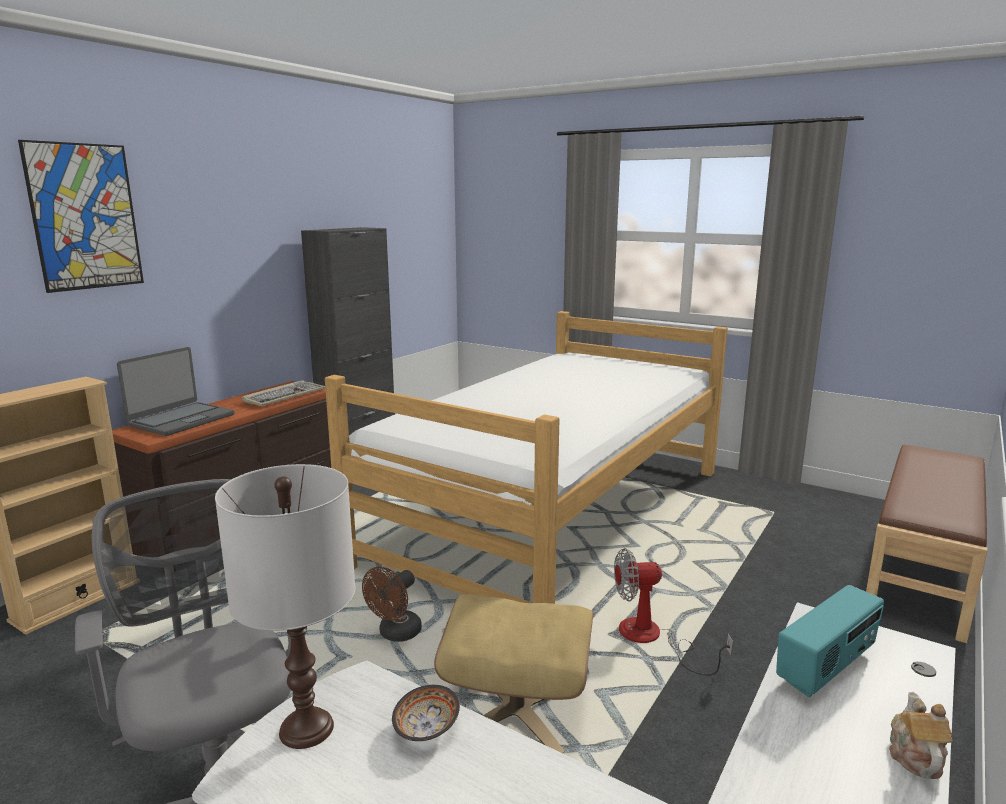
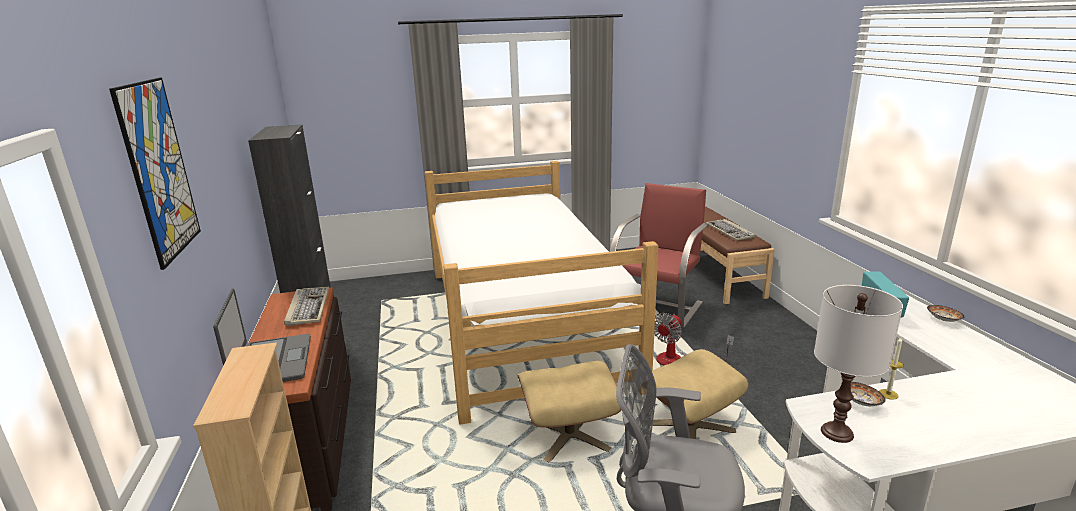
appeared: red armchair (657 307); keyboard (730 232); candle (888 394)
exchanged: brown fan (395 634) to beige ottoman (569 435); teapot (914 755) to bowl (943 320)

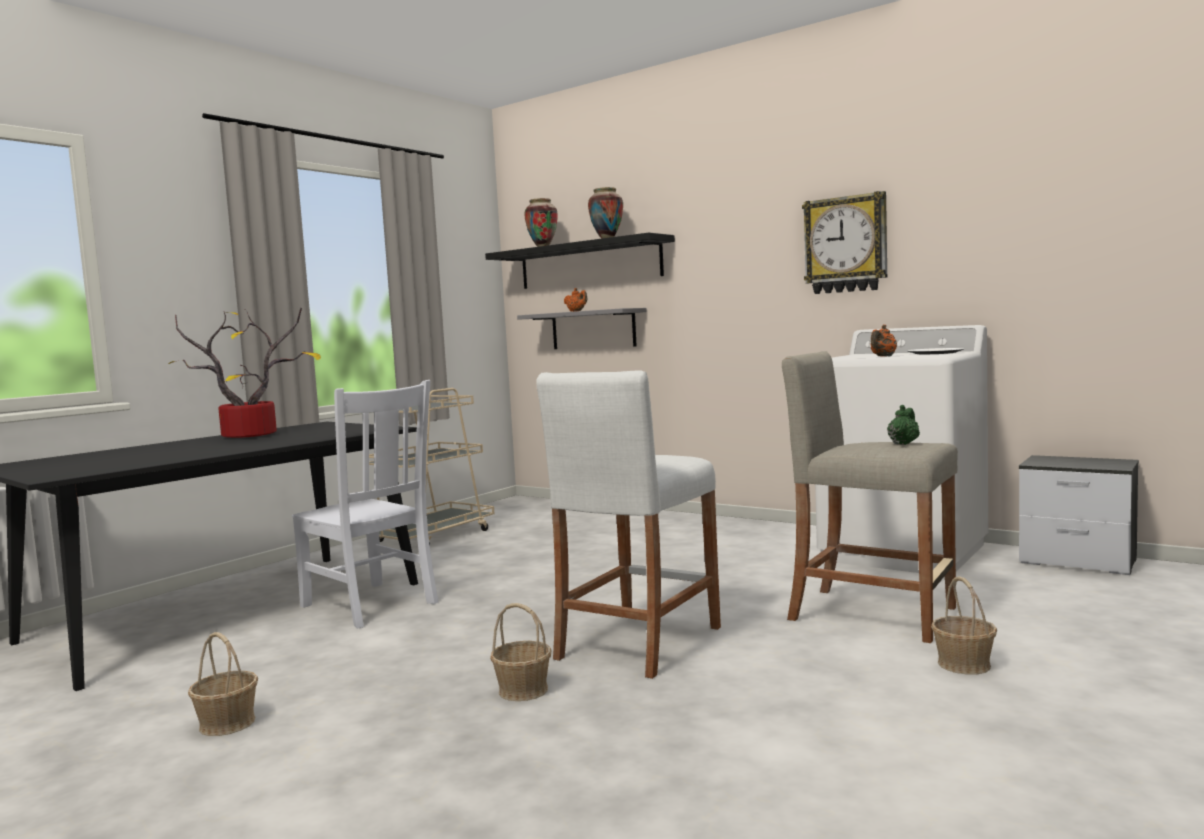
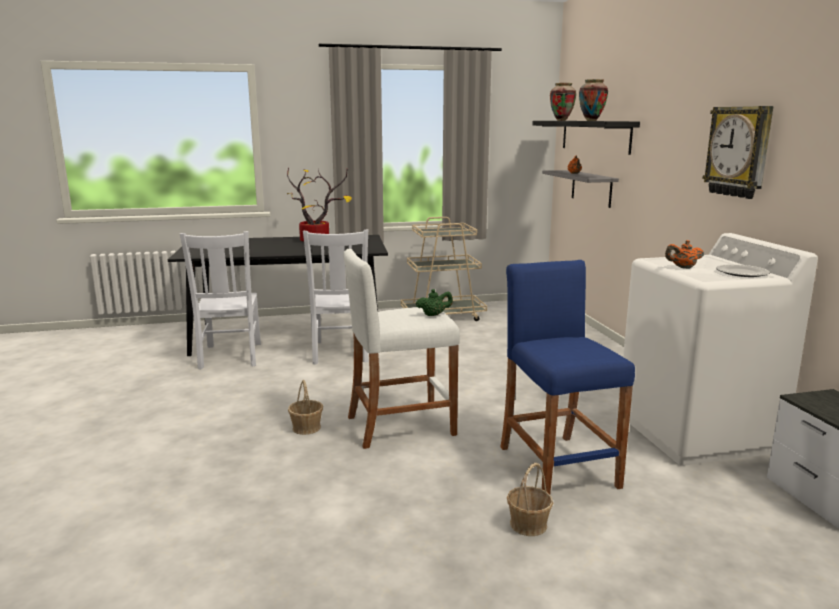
missing: basket (227 723)
appeared: white chair (230 357)
relocated: green teapot (903 443) to (434 315)
colour: beige stool (872 614) to blue stool (557 467)

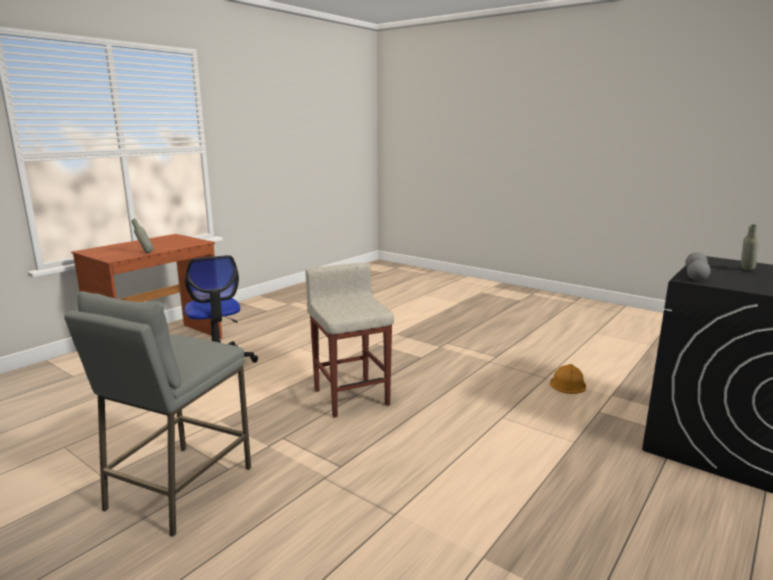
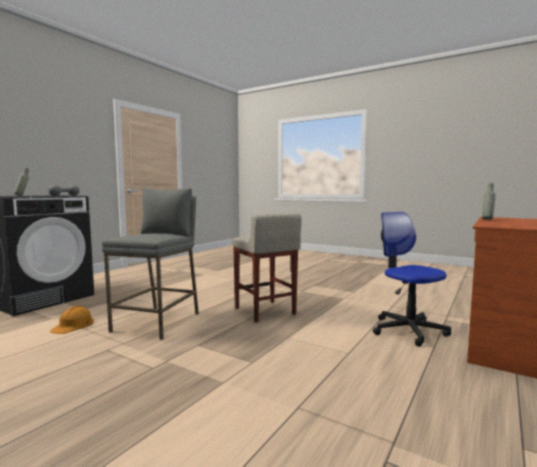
relocated: grey stool (179 488) to (157 322)

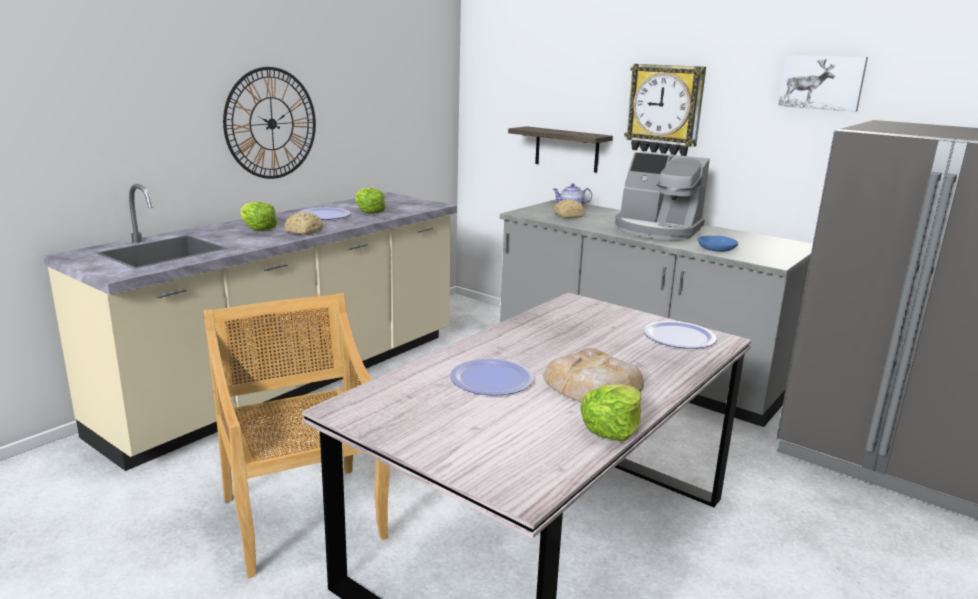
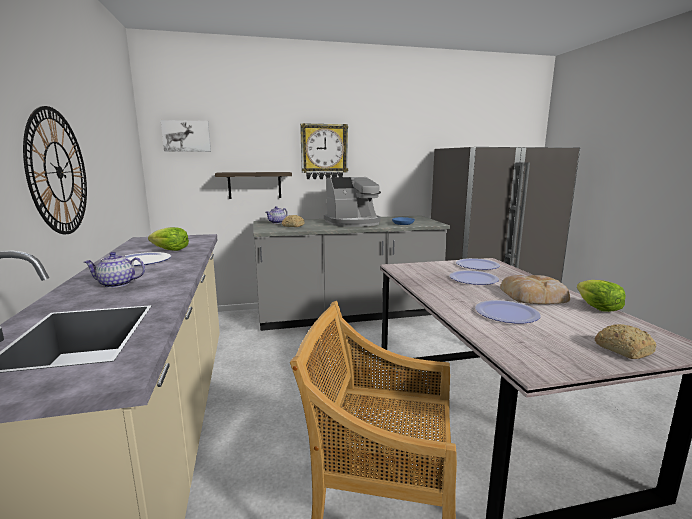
appeared: plate (473 279)
relocated: picture (822 82) to (186 136); bread (305 231) to (622 349)
exchanged: lettuce (257 228) to teapot (116 284)

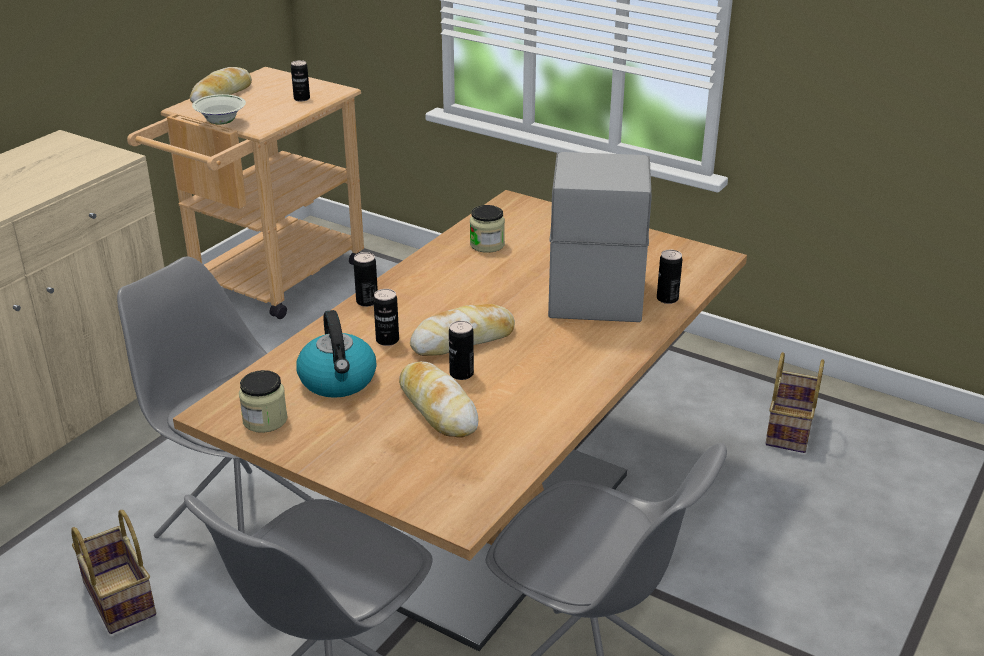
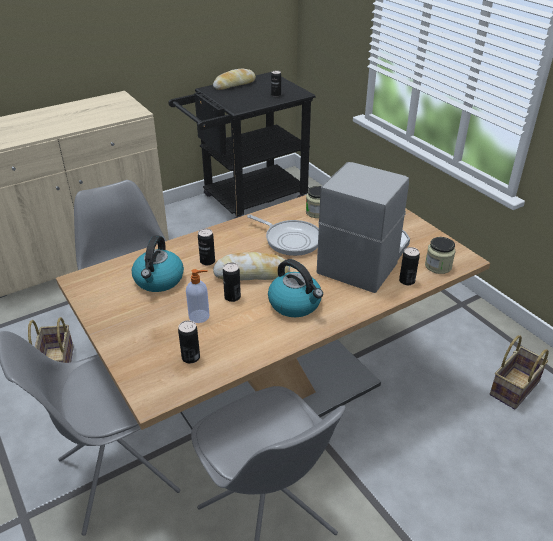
missing: white bowl (221 123)
appeared: frying pan (290 240); kettle (295 304)
relocated: can (367 301) to (191 357); jar (265 420) to (438 266)
exchanged: bread (437 408) to soap dispenser (200 316)
colour: beige cart (269 282) to black cart (247 201)

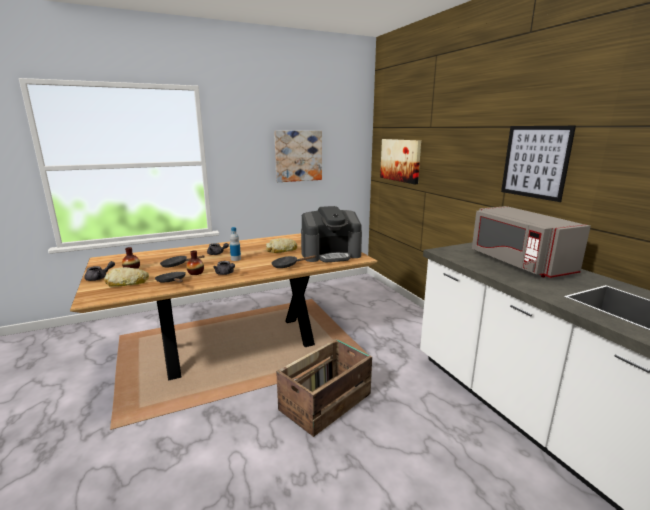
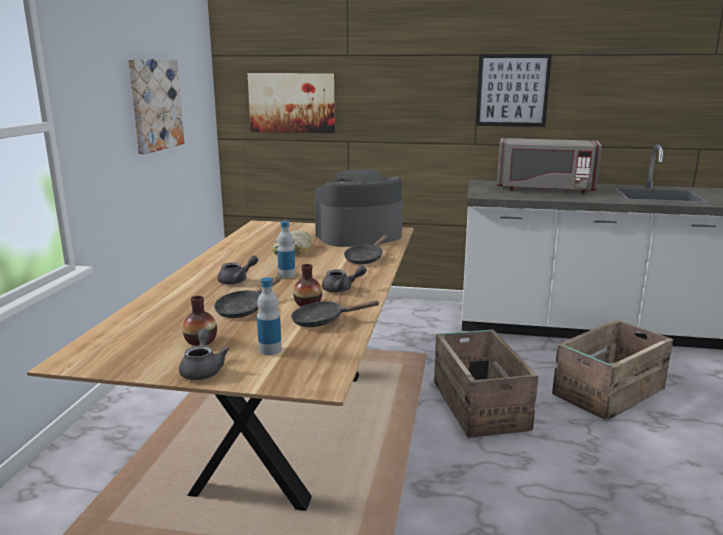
appeared: crate (607 392)
exchanged: bread (127 282) to bottle (270 350)
spun: coffee machine (331 254) = (358 236) 135 degrees counterclockwise

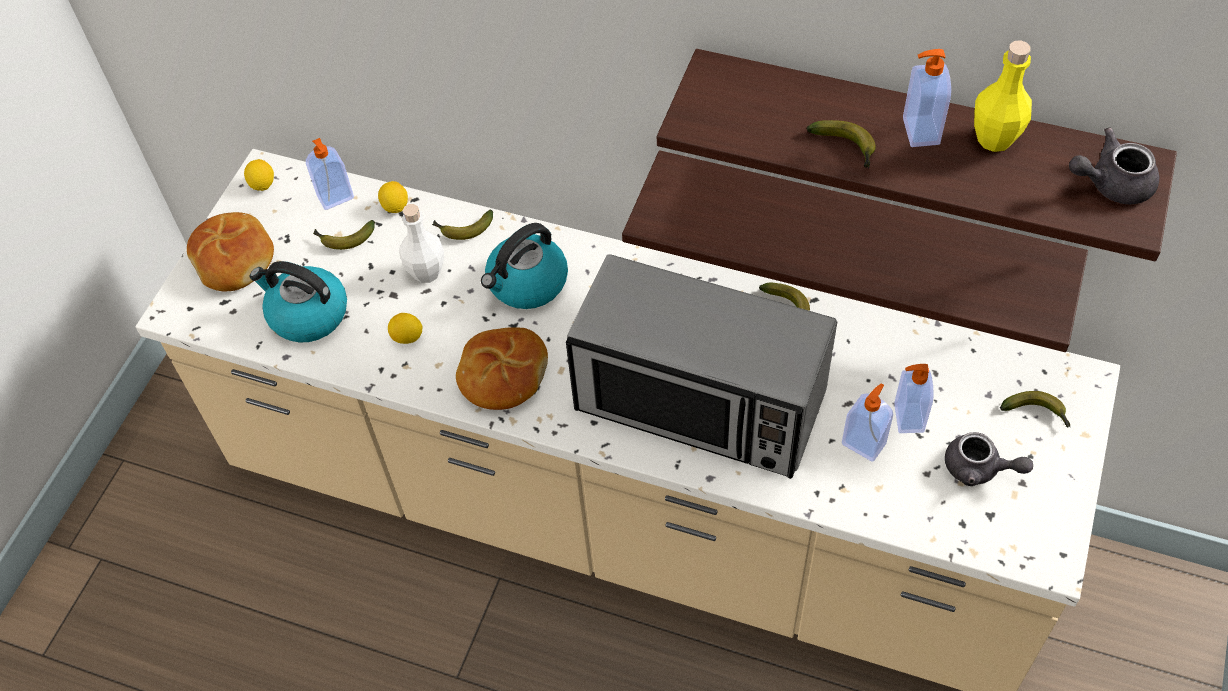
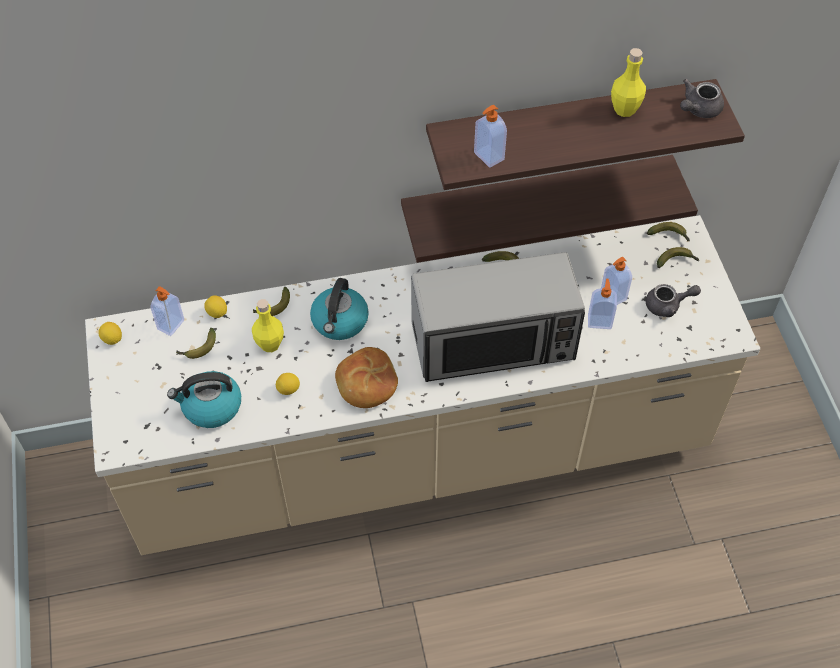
missing: bread (235 259)
relocated: soap dispenser (919 131) to (488 157); banana (846 148) to (669 235)
colour: white bottle (426 272) to yellow bottle (270 344)

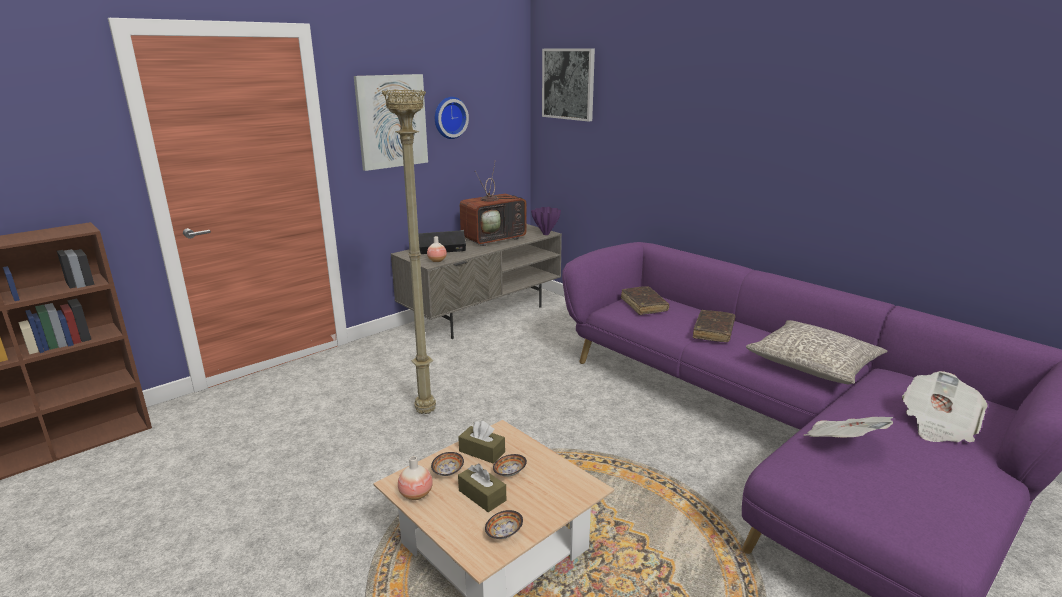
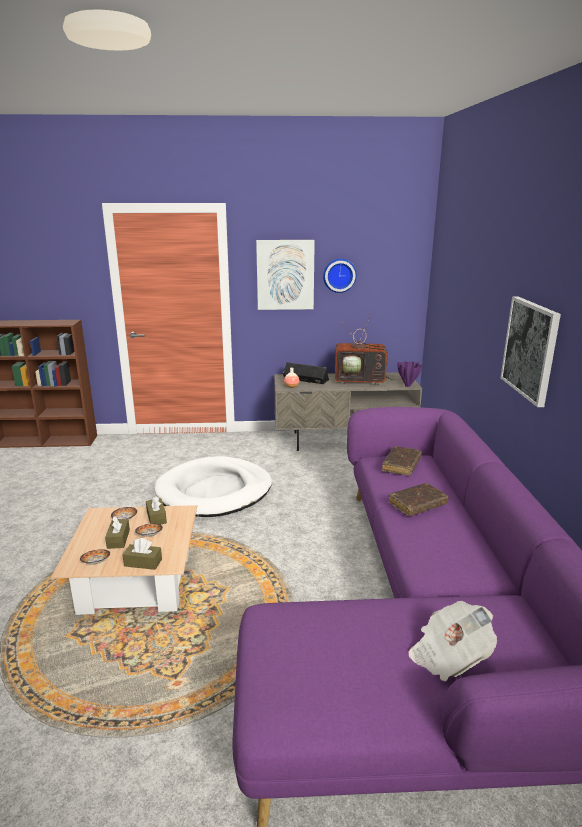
missing: vase (416 494); grey pillow (813 364); newspaper (842 443)
appeared: brown tissue box (143 562)
relocated: picture (568 84) to (530 349)
exchanged: beige floor lamp (427 412) to white dog bed (214 491)

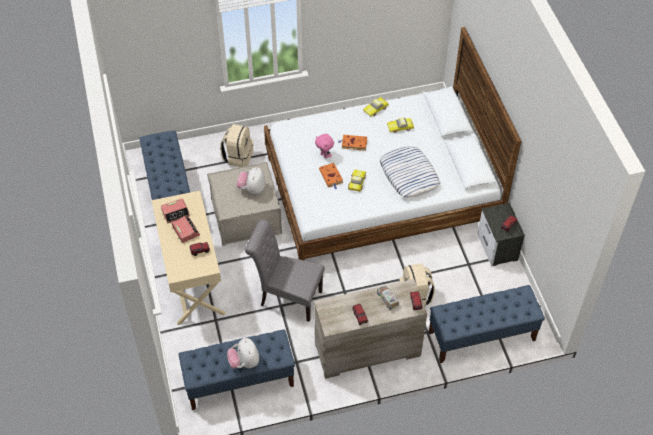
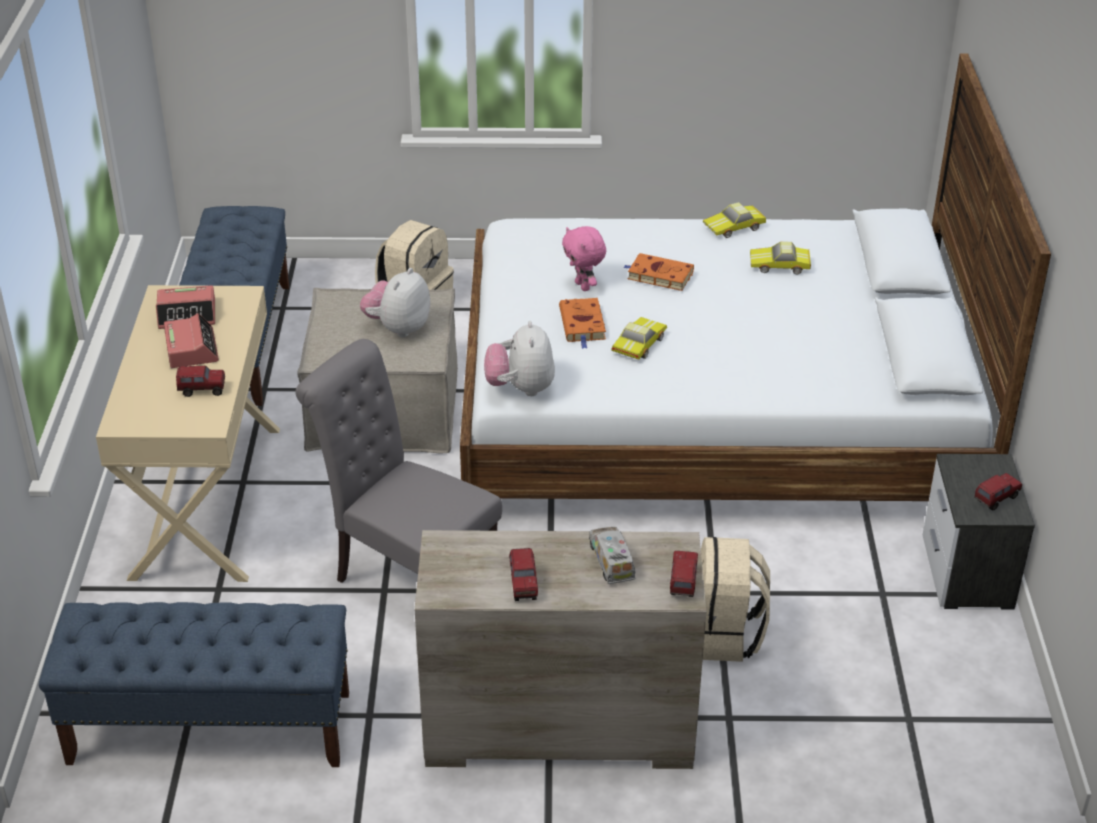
missing: pillow (408 175); blue bench (481 336)
relocated: plush toy (244 362) to (520 388)

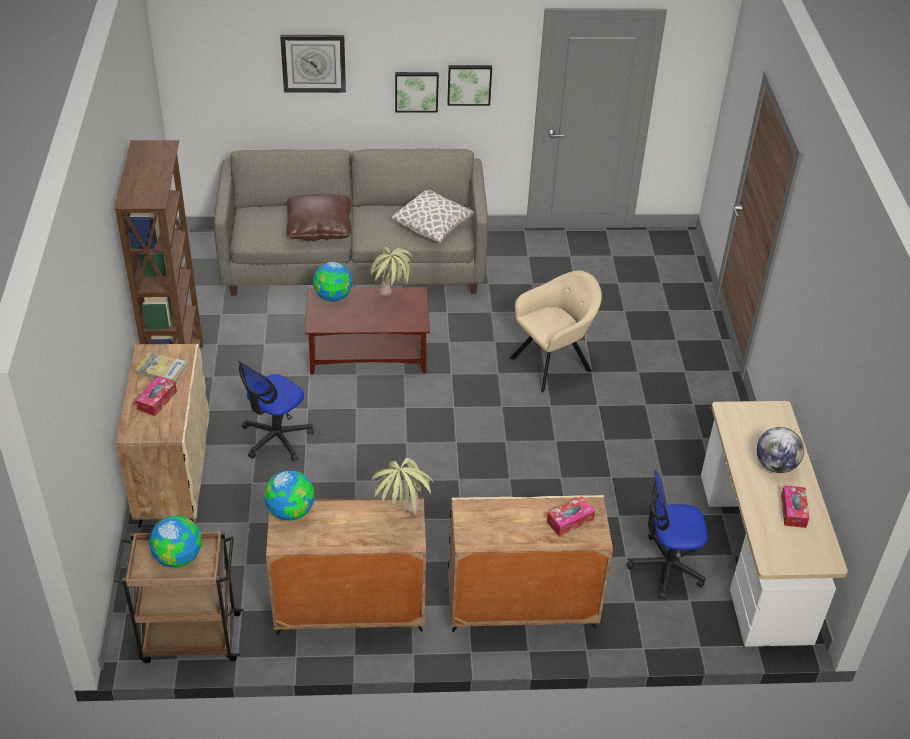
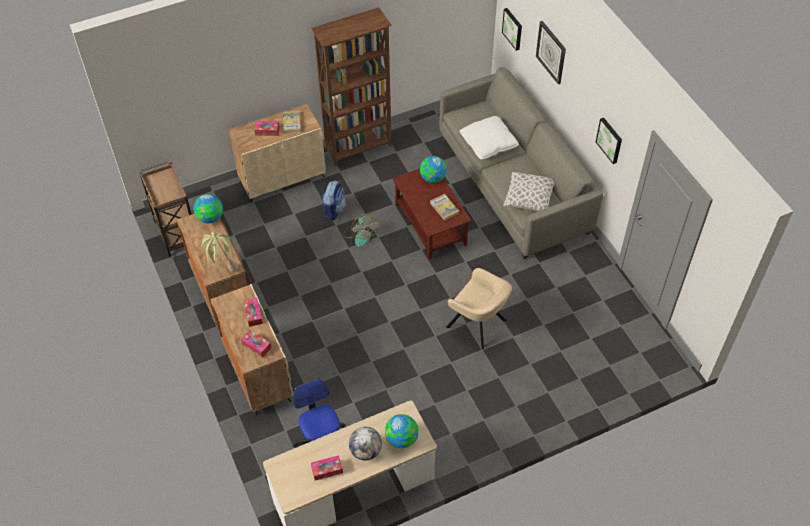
appeared: tissue box (253 314); fan (361 234)
relocated: globe (178 557) to (402 438); picture (416 91) to (513 28)
exchanged: office chair (276 438) to backpack (333 210); potted plant (391 302) to book (444 208)
colour: brown pillow (319 228) to white pillow (488 144)

